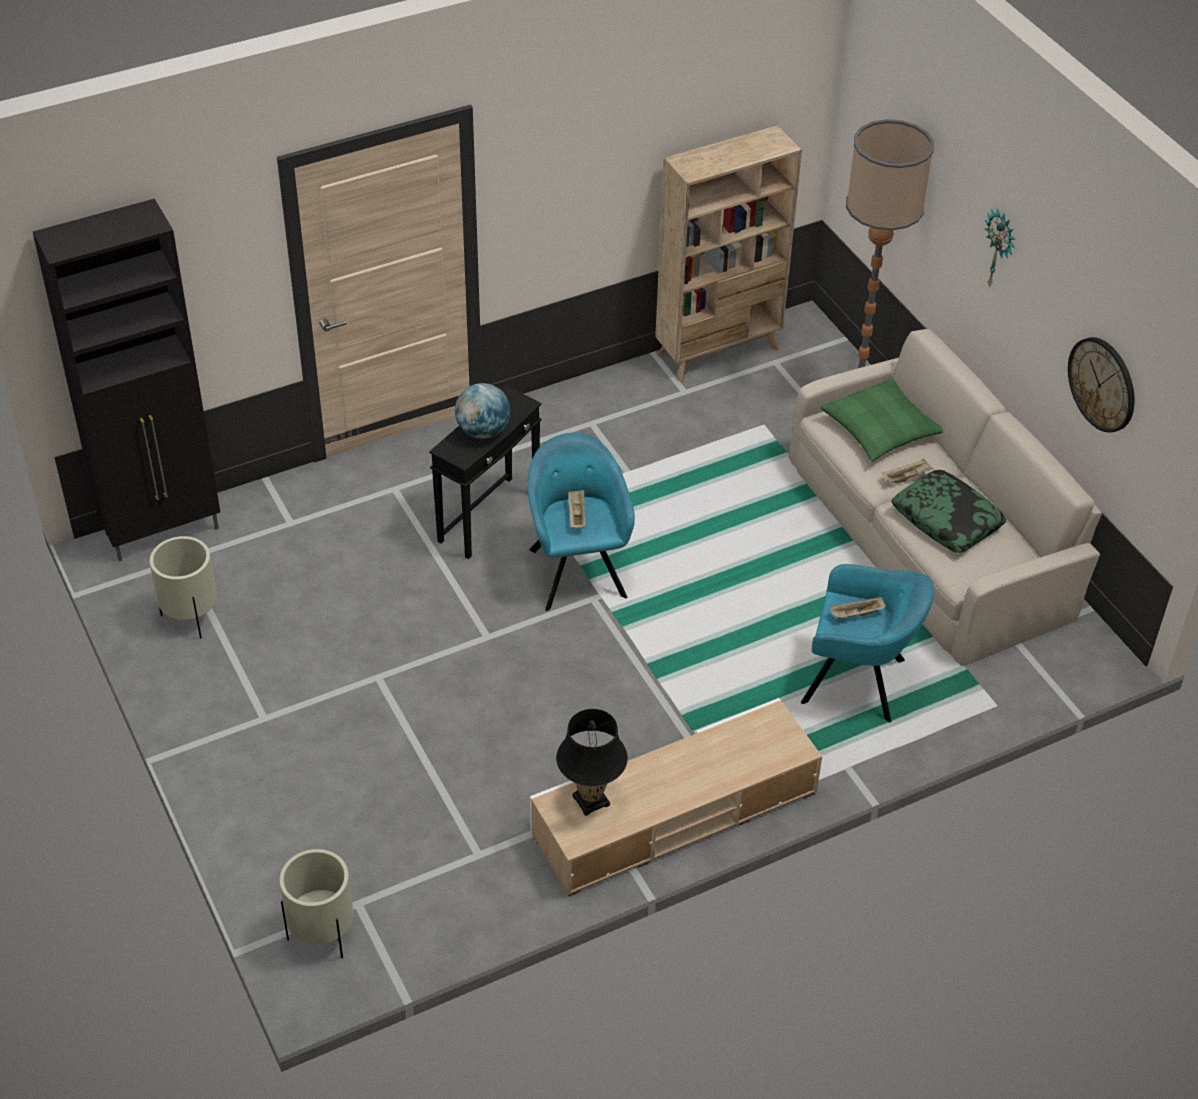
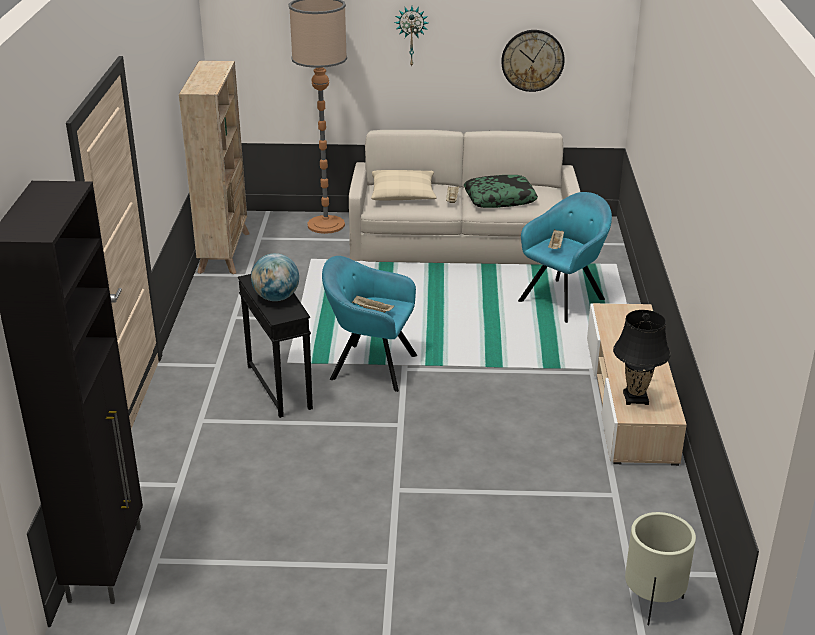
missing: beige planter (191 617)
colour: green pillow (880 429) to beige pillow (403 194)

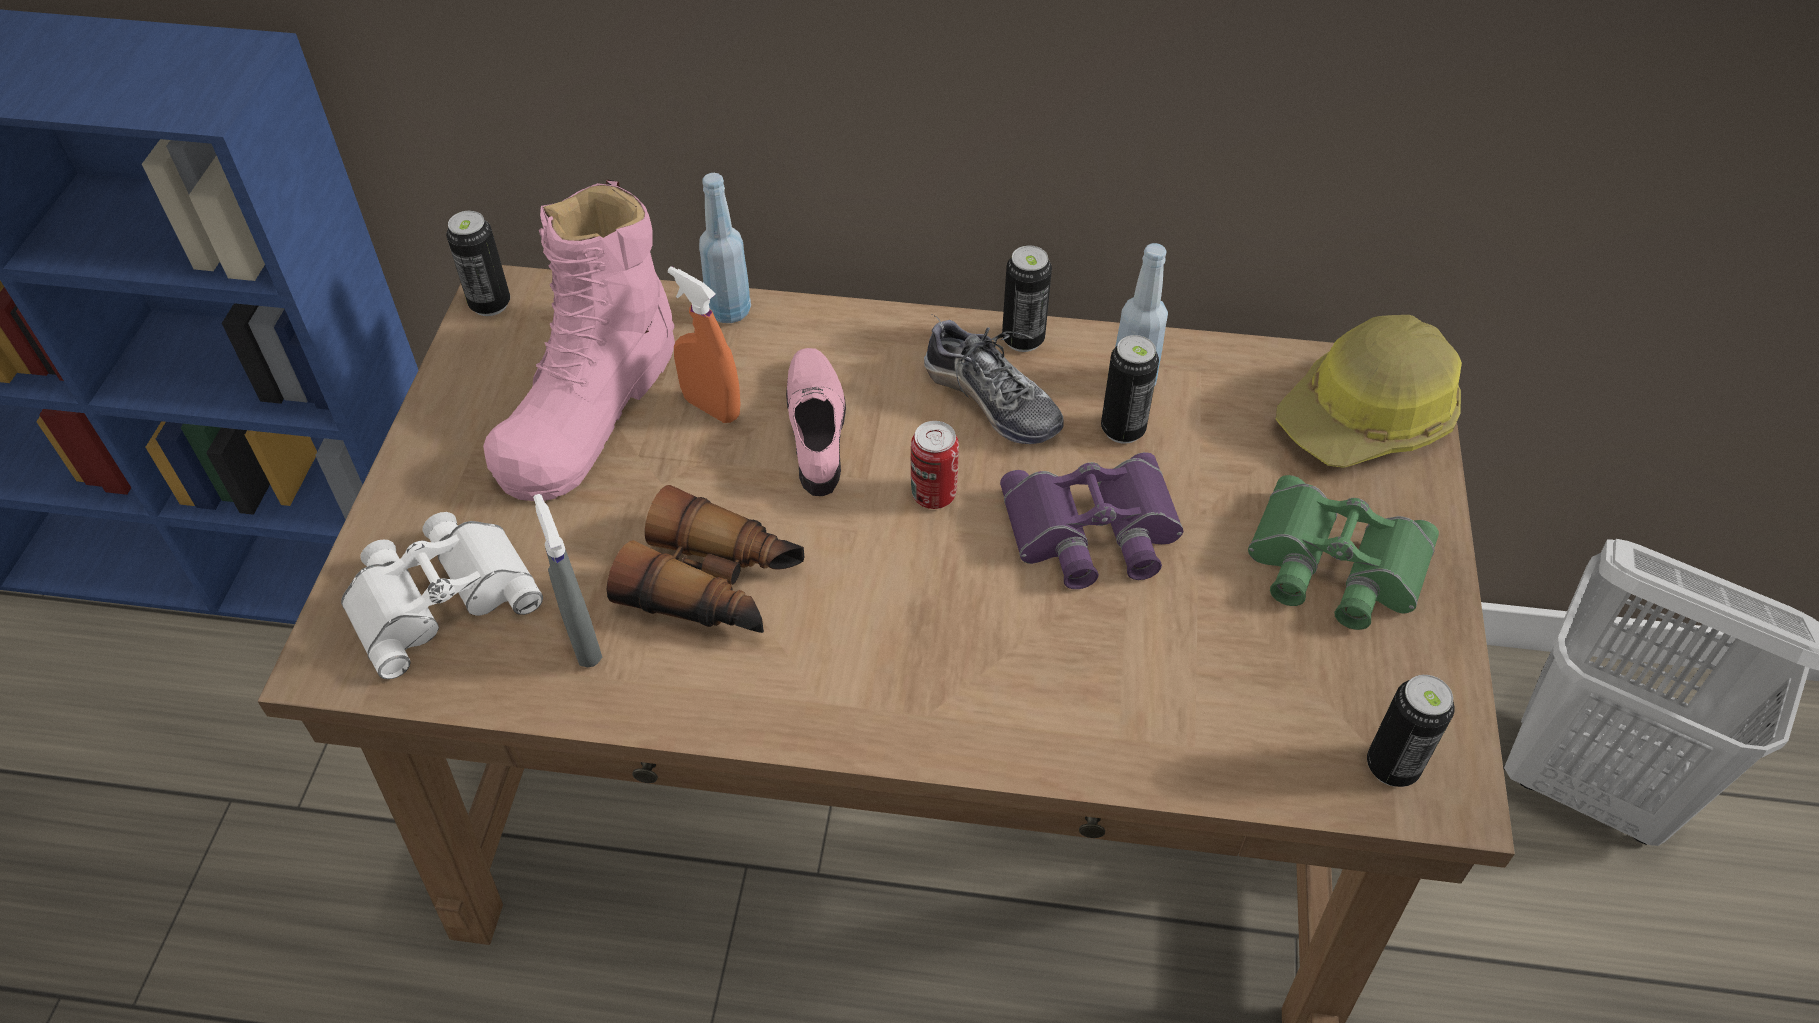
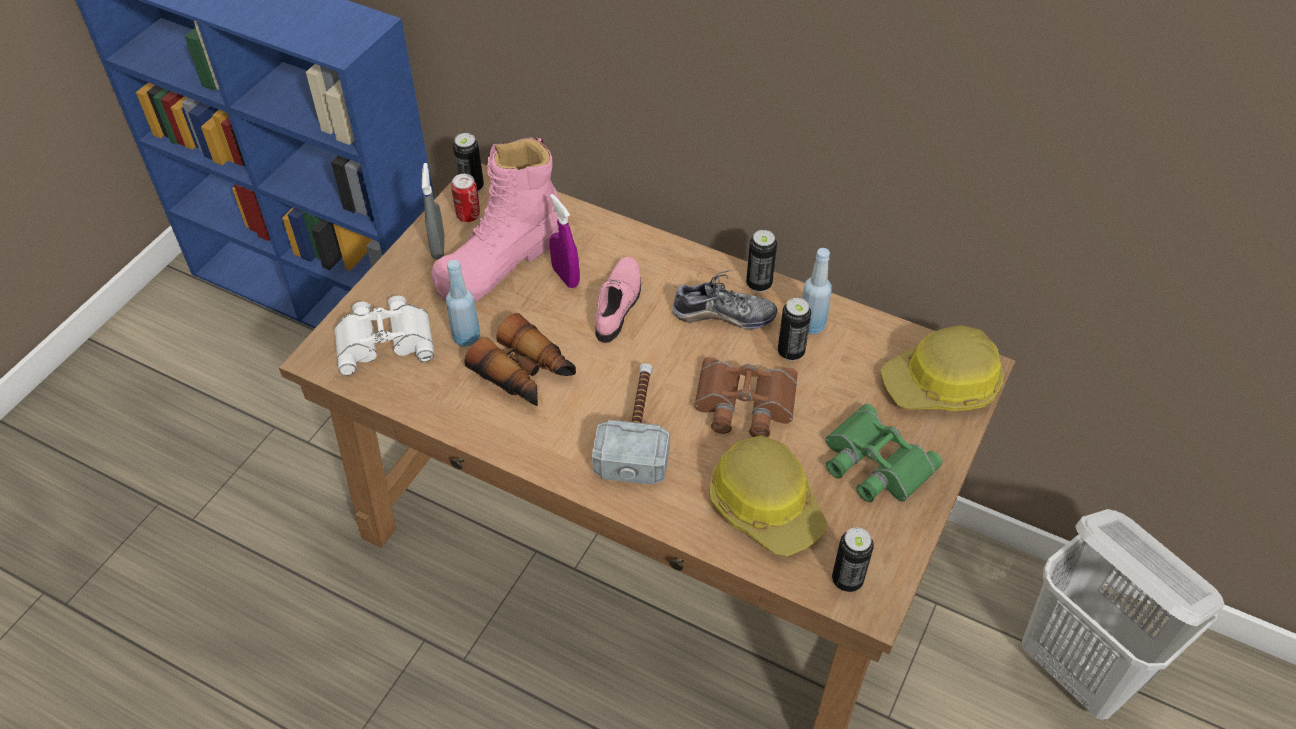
appeared: hammer (637 430); hard hat (766 504)
relocated: grey spray bottle (583 640) to (438 247); blue bottle (729 311) to (466 337); can (933 495) to (468 215)
colour: orange spray bottle (711 407) to purple spray bottle (565 277); purple binoculars (1092 532) to brown binoculars (744 405)
spun: shoe (992 401) = (723 315) 60 degrees counterclockwise

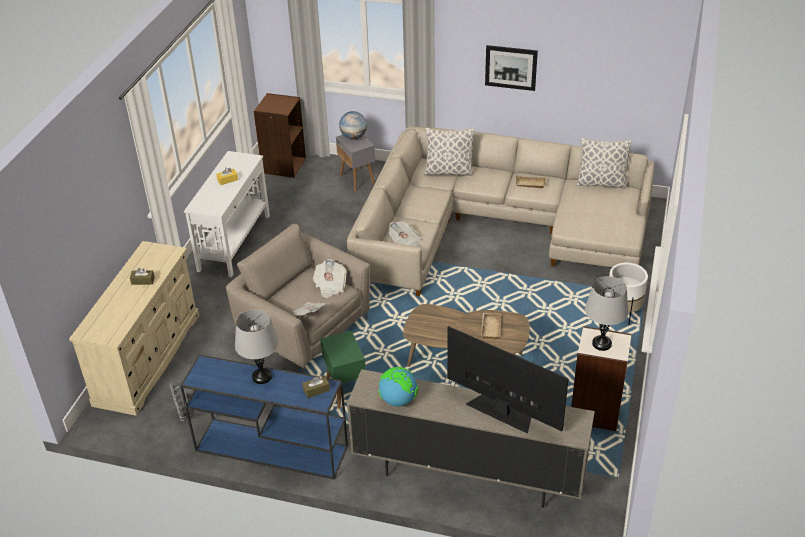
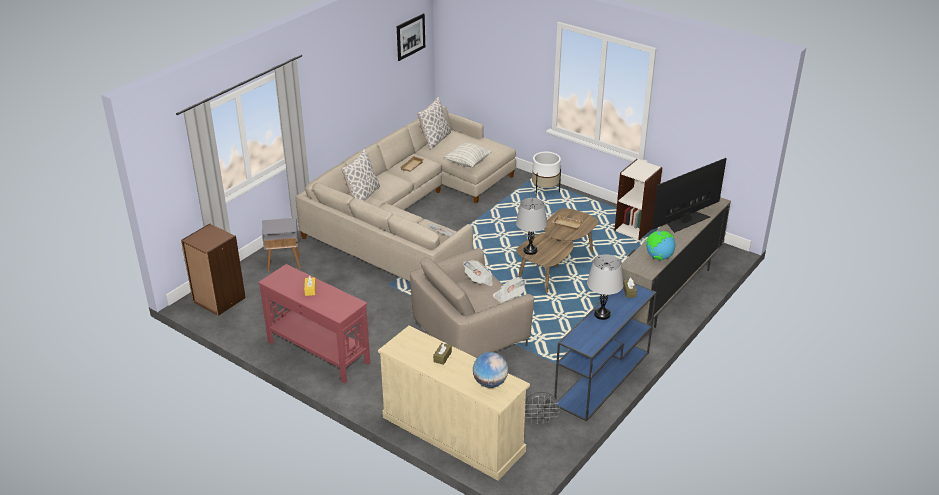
missing: green side table (345 390)
appeared: pillow (467 163)
relocated: picture (511 67) to (410 36); globe (353 137) to (490 383); grey table lamp (601 344) to (530 250)
colour: white console table (235 242) to red console table (318 352)

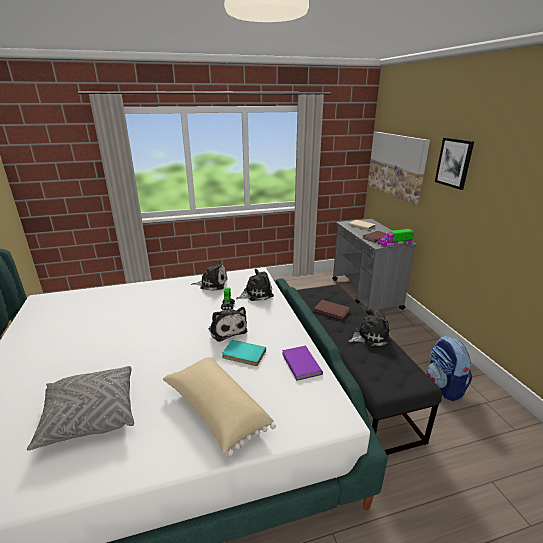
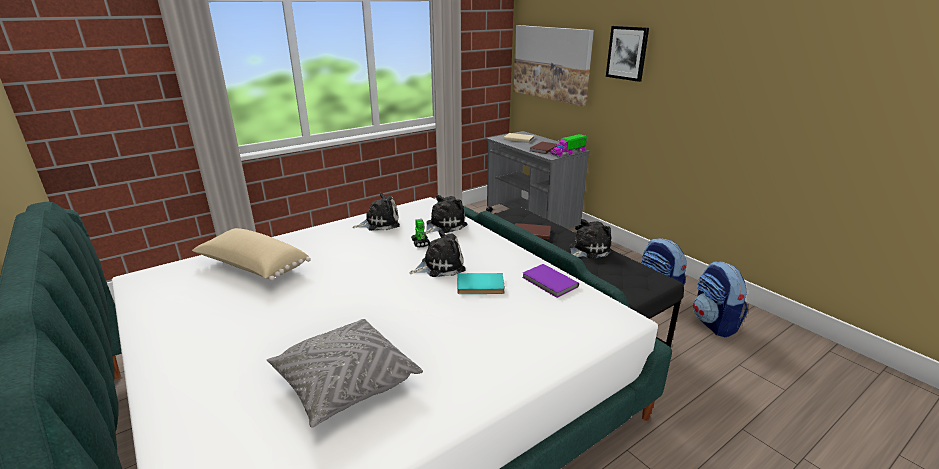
appeared: backpack (714 323)
relocated: beige pillow (216 411) to (253 267)
spun: plush toy (227 329) = (440 266) 60 degrees counterclockwise

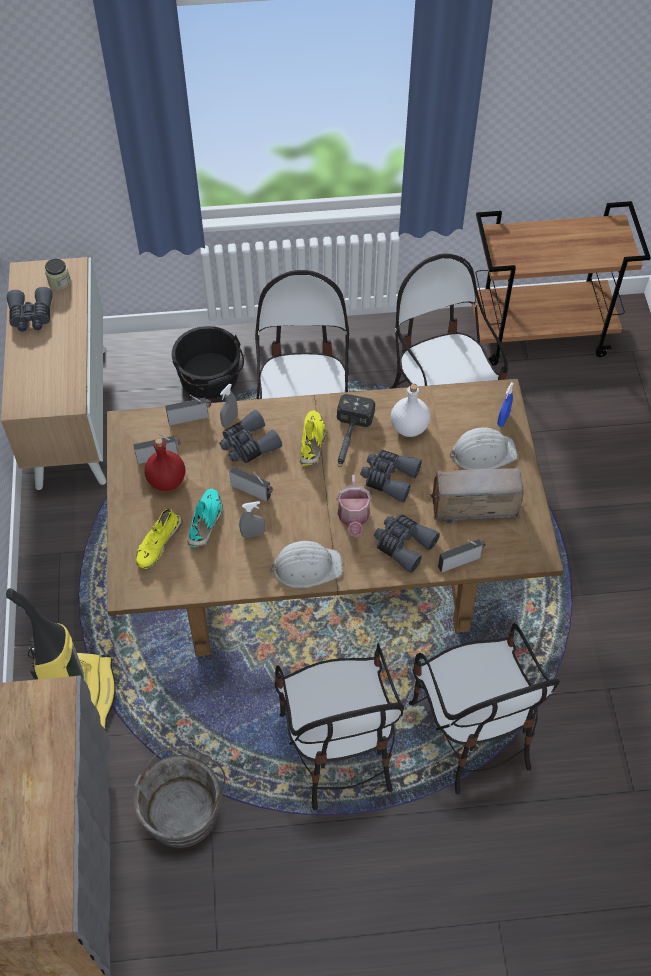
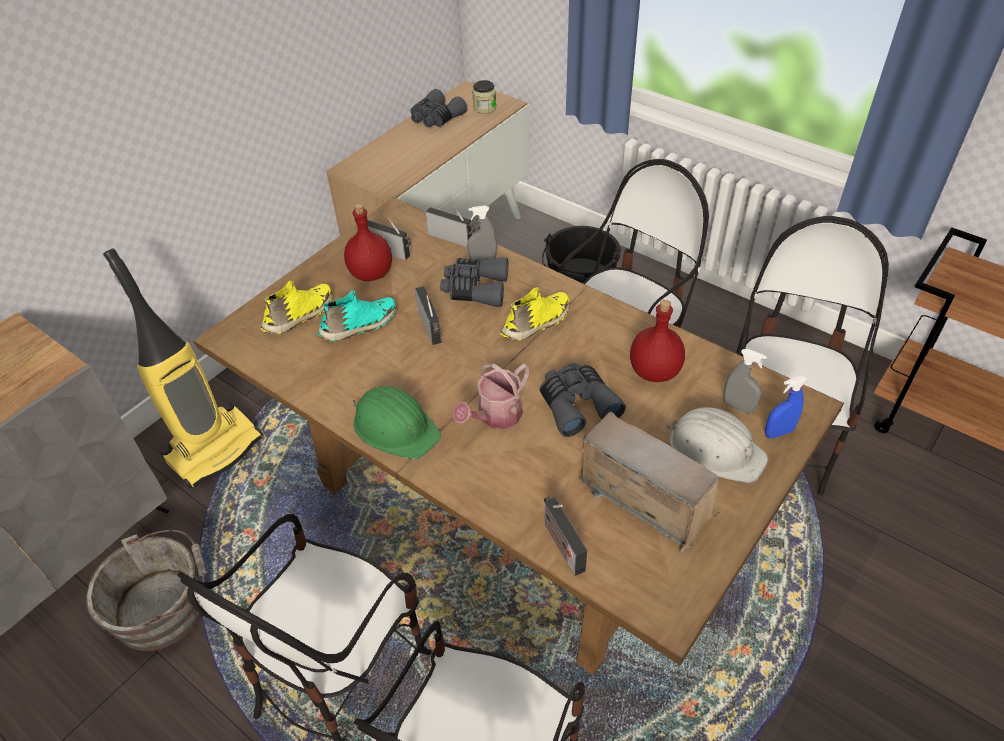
missing: hammer (348 440); grey binoculars (403 544)
relocated: grey spray bottle (253 534) to (738 407)
colour: white hard hat (306 567) to green hard hat (395 427); white bottle (409 428) to red bottle (654 372)
spun: yellow shoe (158 543) = (300 315) 150 degrees clockwise; radio (460 561) = (561 544) 135 degrees counterclockwise

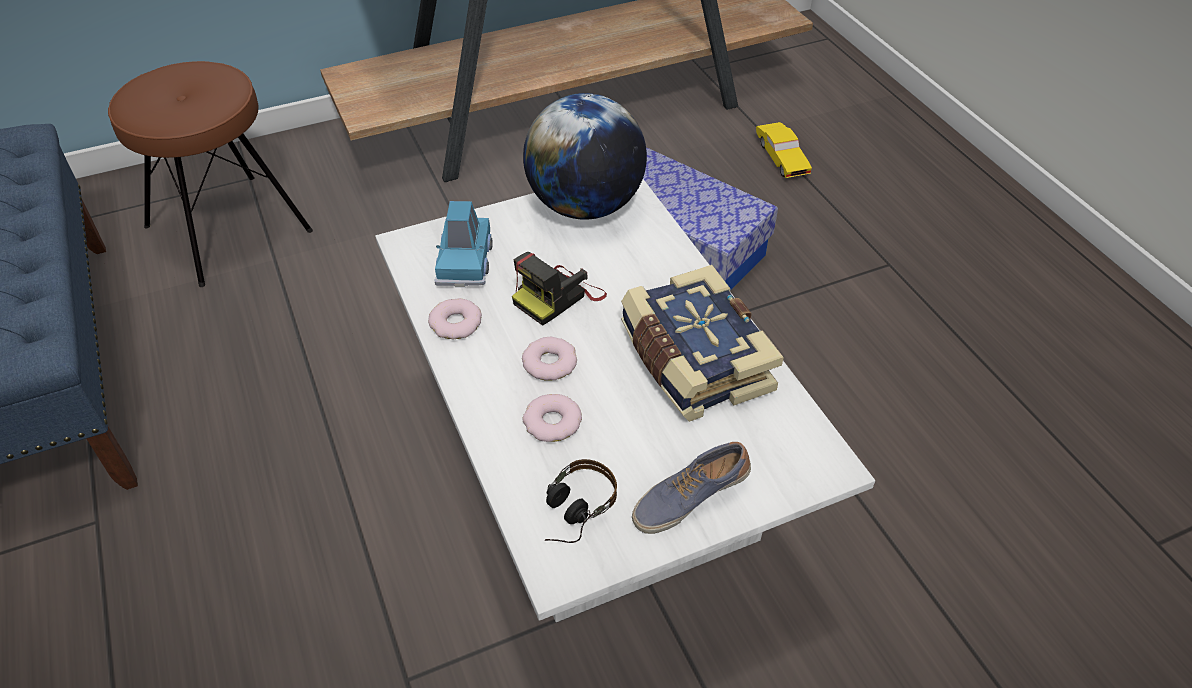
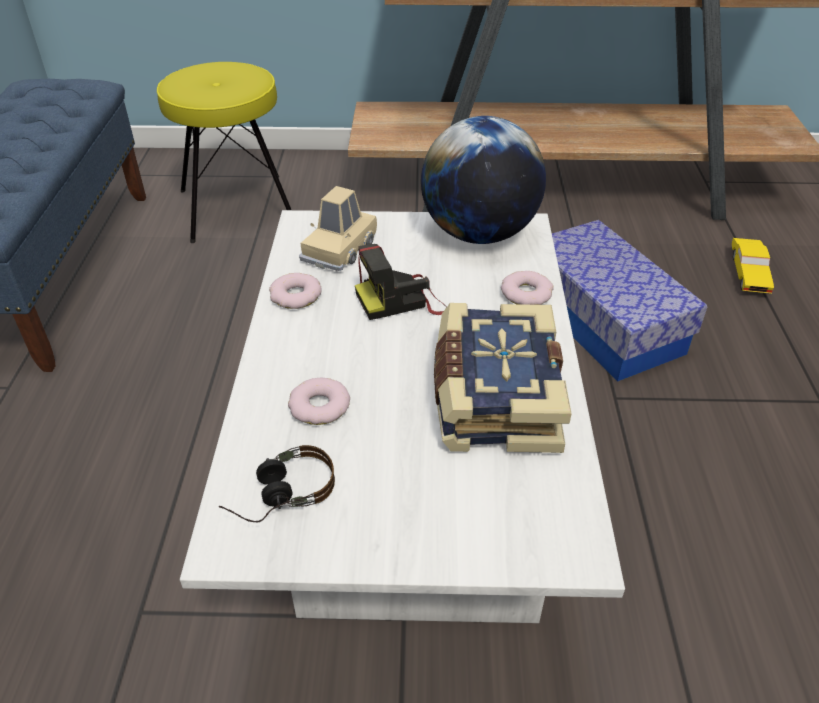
missing: shoe (689 497)
relocated: donut (549 363) to (526 293)
colour: brown stool (228 229) to yellow stool (236 208); blue toy car (465 261) to beige toy car (340 249)

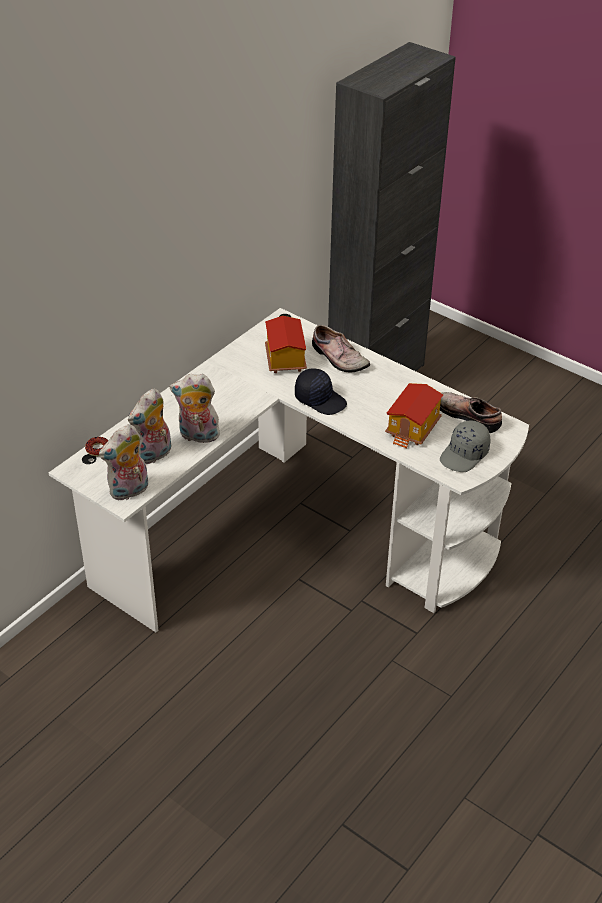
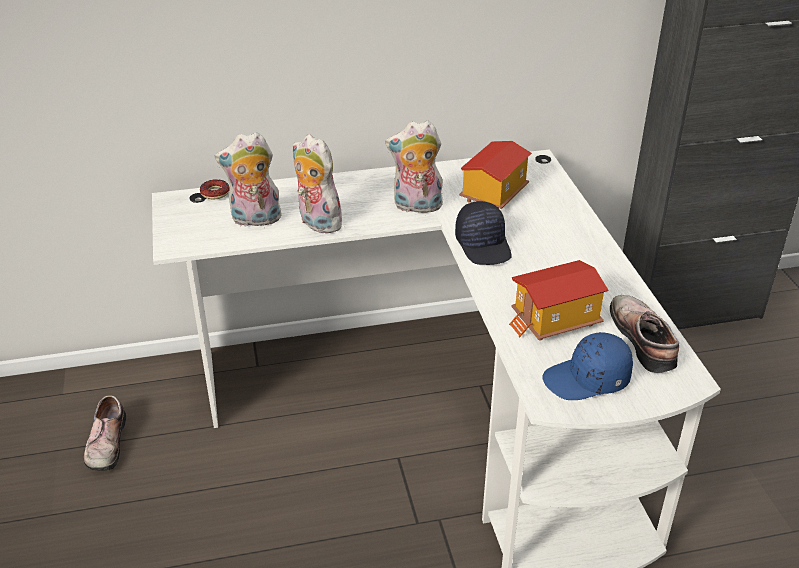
relocated: shoe (338 358) to (105 443); plush toy (129 491) to (416 207)
colour: grey cap (465 455) to blue cap (587 380)

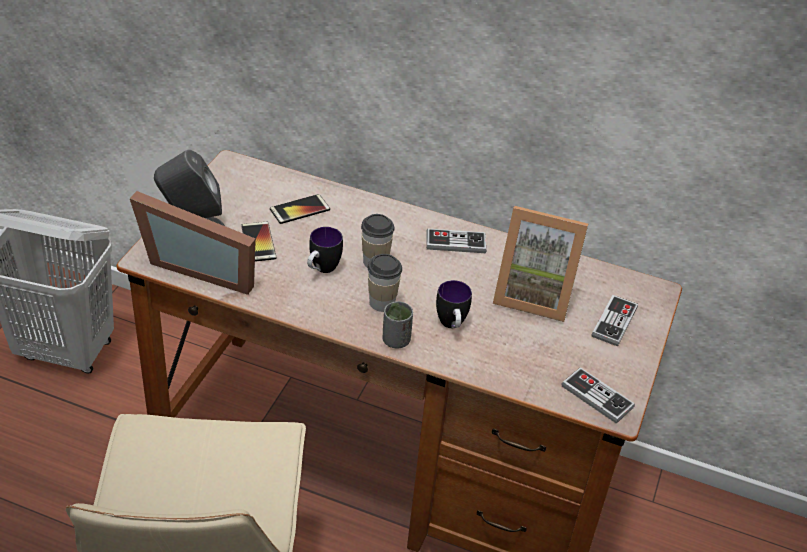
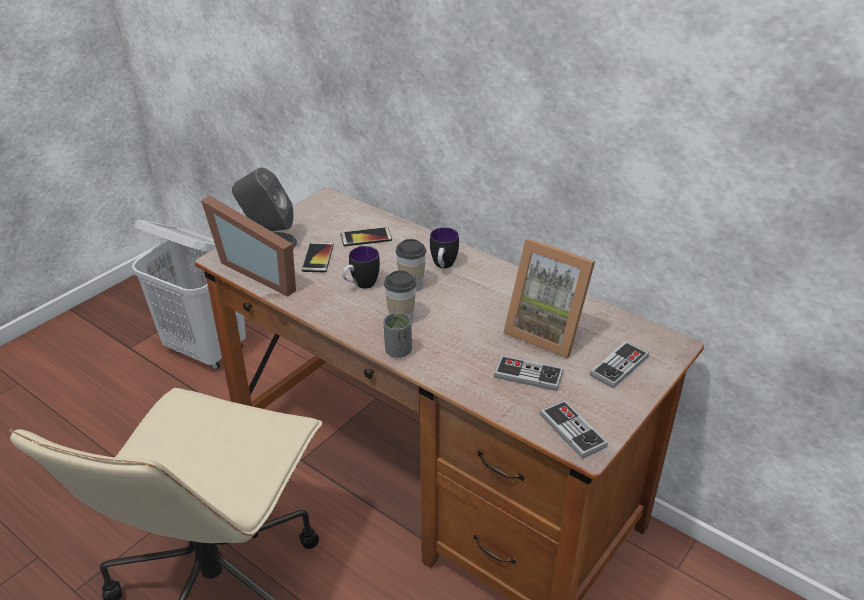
relocated: mug (452 326) to (443 267); game controller (455 243) to (528 375)

